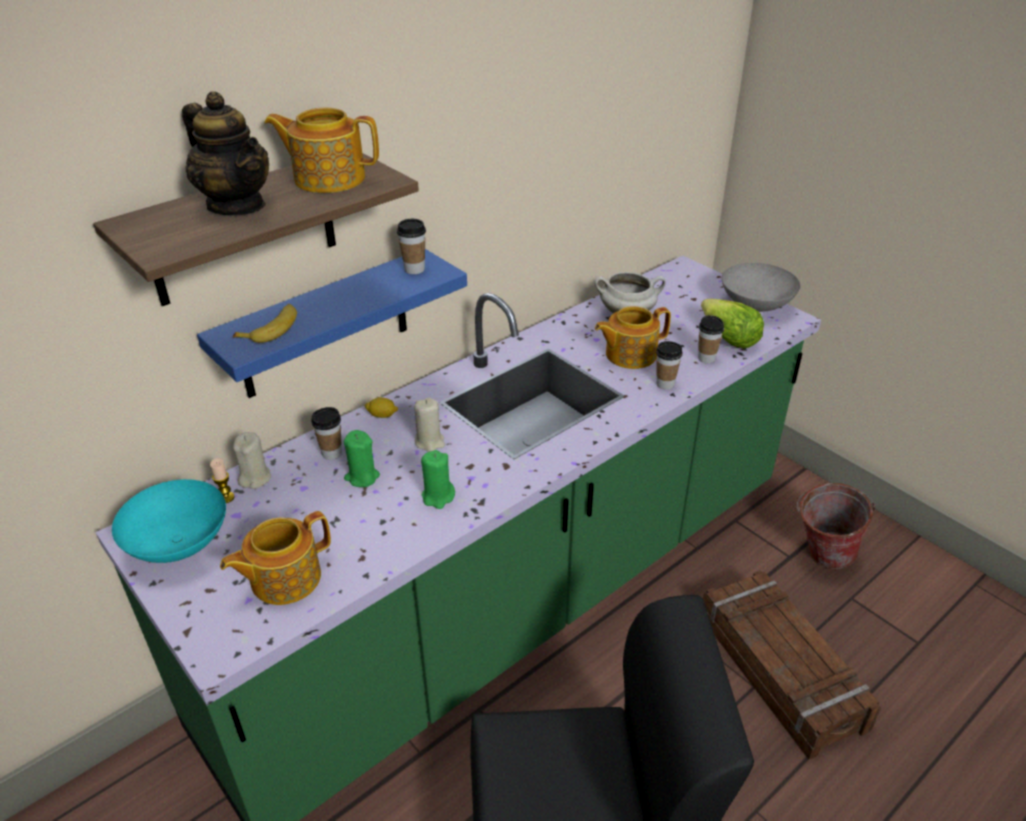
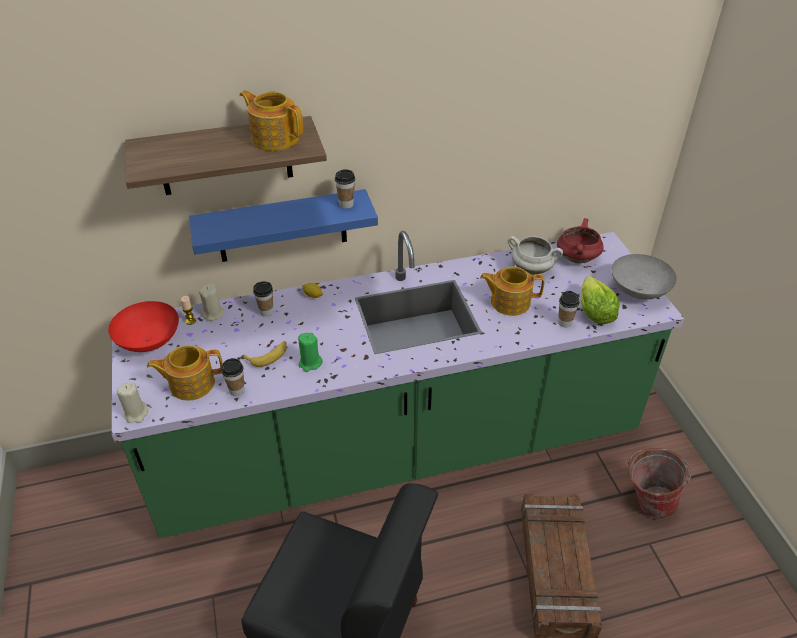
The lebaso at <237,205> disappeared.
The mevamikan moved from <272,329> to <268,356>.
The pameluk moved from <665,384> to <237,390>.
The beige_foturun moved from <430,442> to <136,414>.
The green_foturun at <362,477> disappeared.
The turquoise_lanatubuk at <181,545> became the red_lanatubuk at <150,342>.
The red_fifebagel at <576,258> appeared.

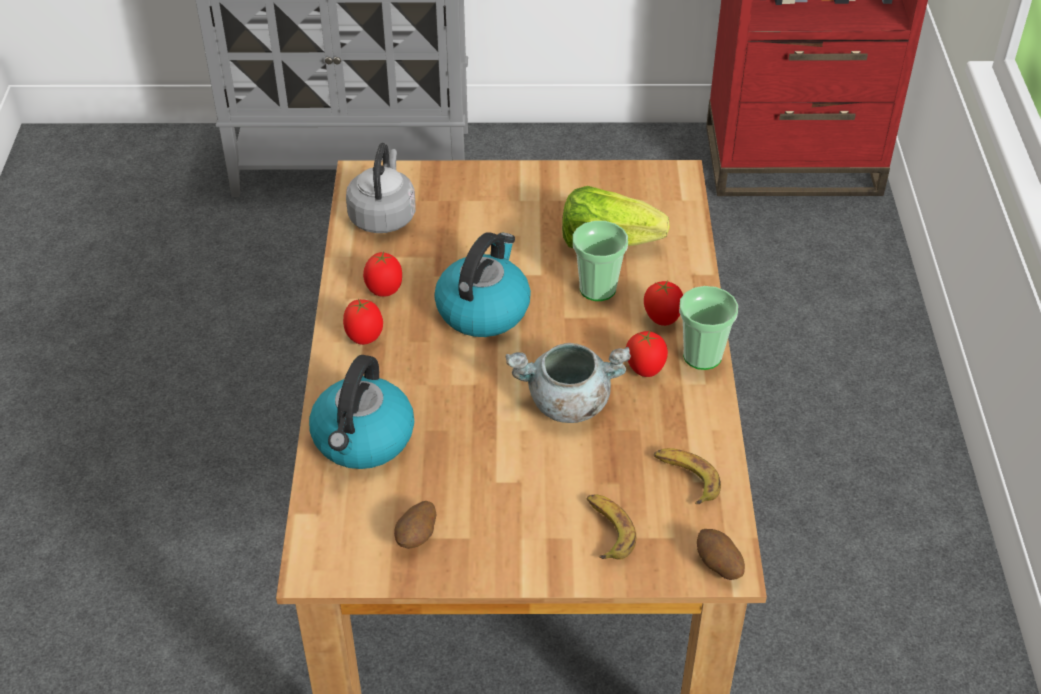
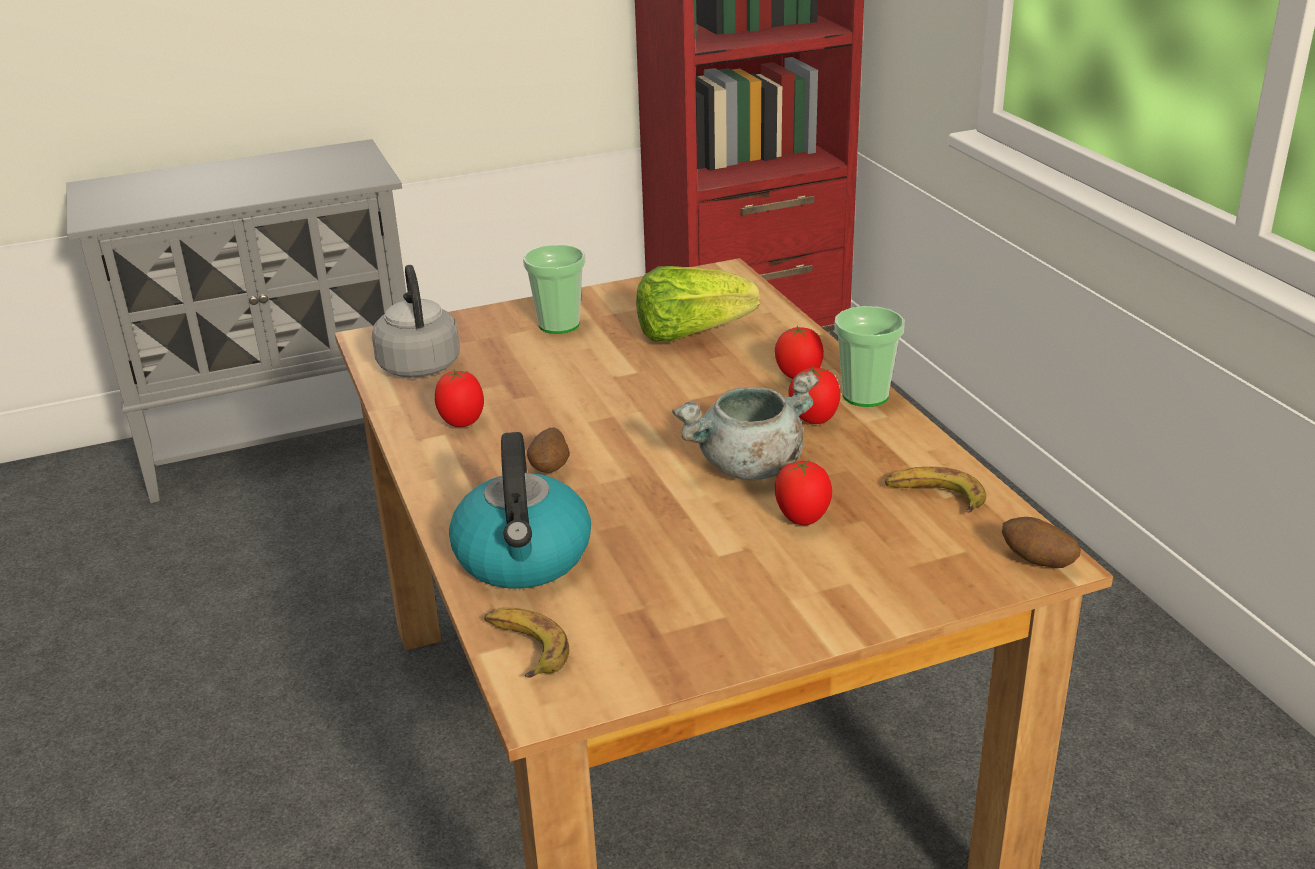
The pameluk moved from <597,289> to <559,325>.
The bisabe at <483,309> disappeared.
The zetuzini moved from <365,338> to <802,519>.
The mevamikan moved from <607,530> to <524,648>.
The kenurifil moved from <417,537> to <550,469>.

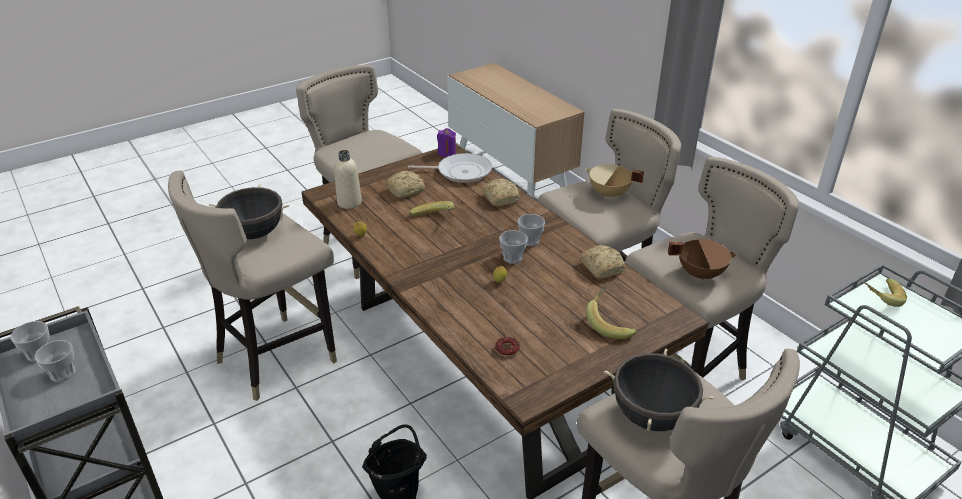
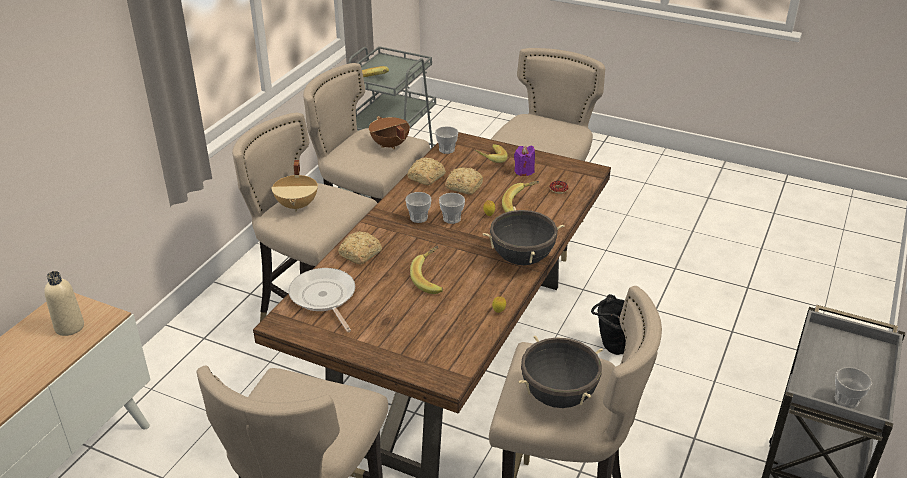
The purple_foturun moved from <446,153> to <524,171>.
The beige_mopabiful moved from <349,203> to <69,327>.
The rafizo moved from <407,190> to <463,186>.
The pameluk moved from <63,374> to <446,150>.
The black_fifebagel moved from <652,416> to <521,258>.
The mevamikan at <521,206> appeared.

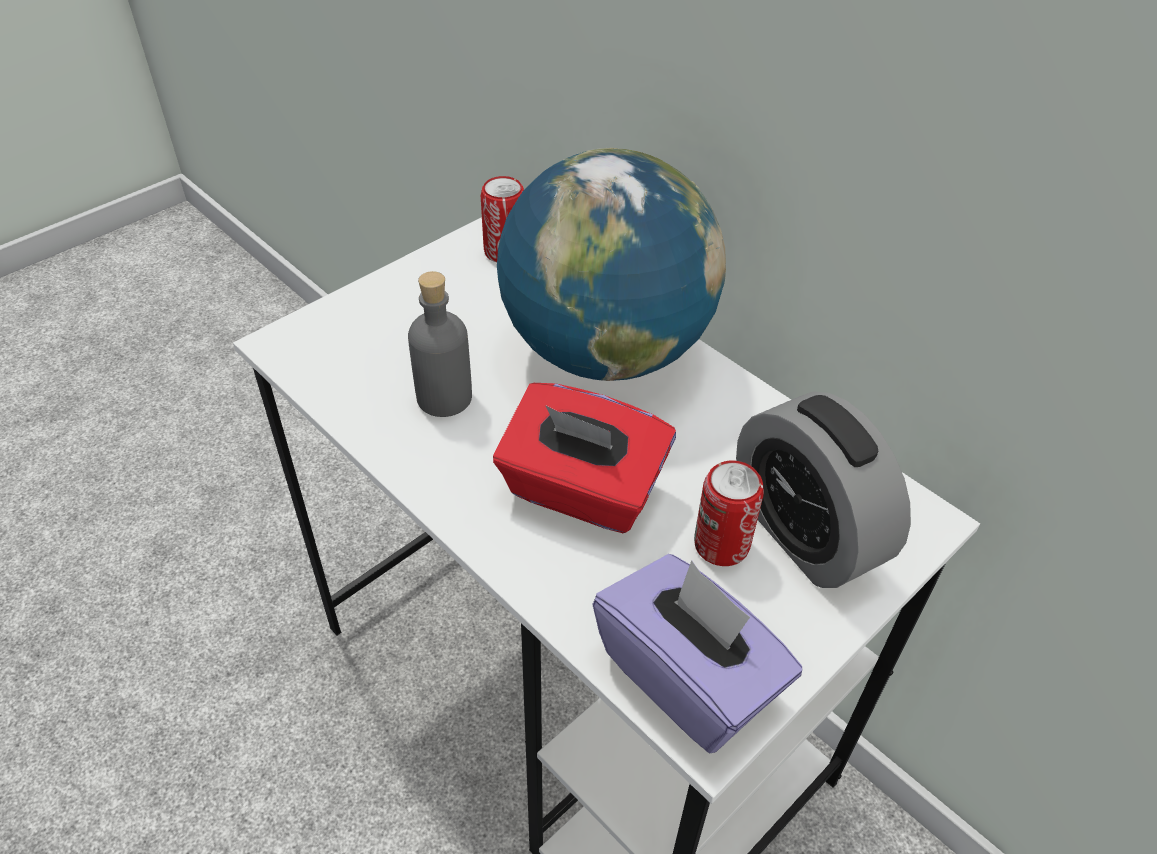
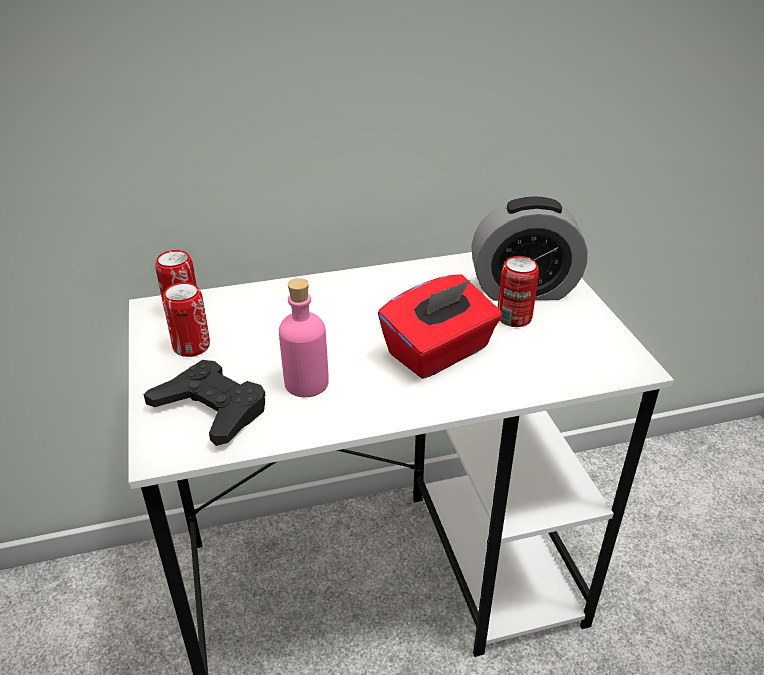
The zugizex at <605,352> disappeared.
The grey_mopabiful at <444,397> became the pink_mopabiful at <306,383>.
The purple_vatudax at <689,677> disappeared.
The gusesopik at <191,346> appeared.
The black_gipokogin at <211,409> appeared.

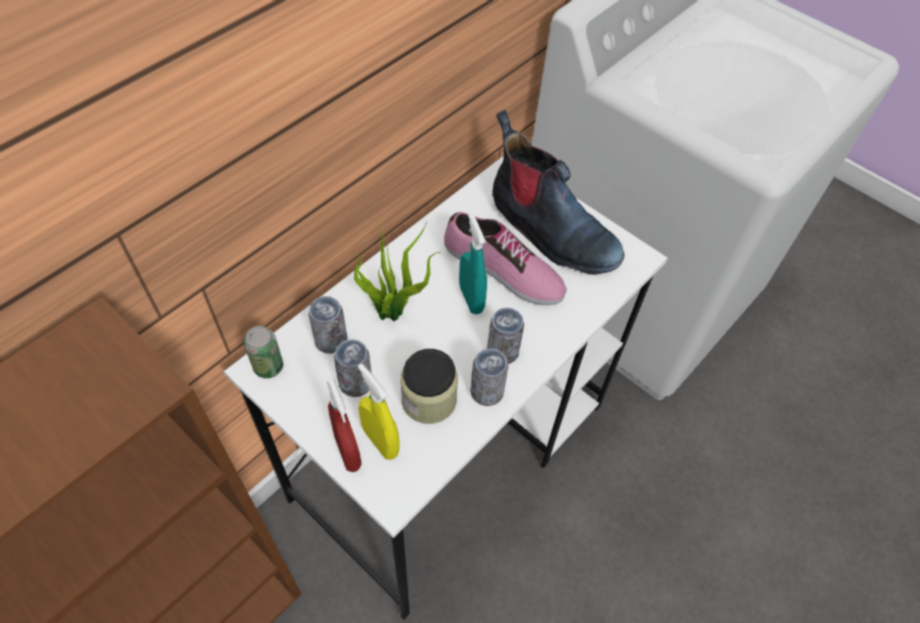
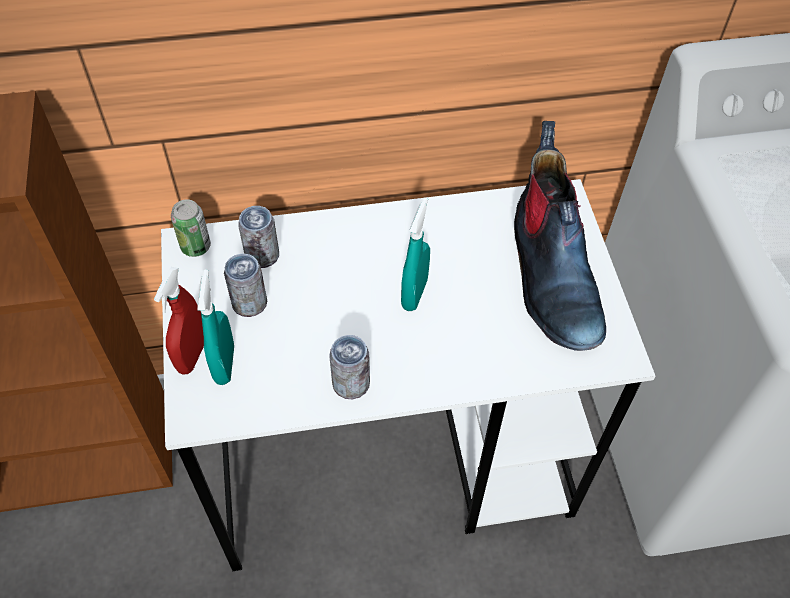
The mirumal at <502,270> disappeared.
The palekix at <394,312> disappeared.
The gusesopik at <502,351> disappeared.
The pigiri at <429,400> disappeared.
The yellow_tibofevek at <380,441> became the turquoise_tibofevek at <224,364>.

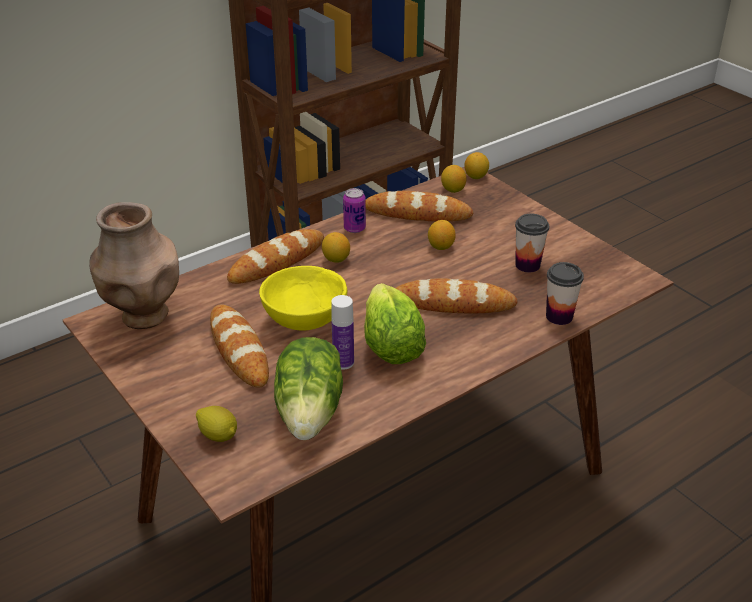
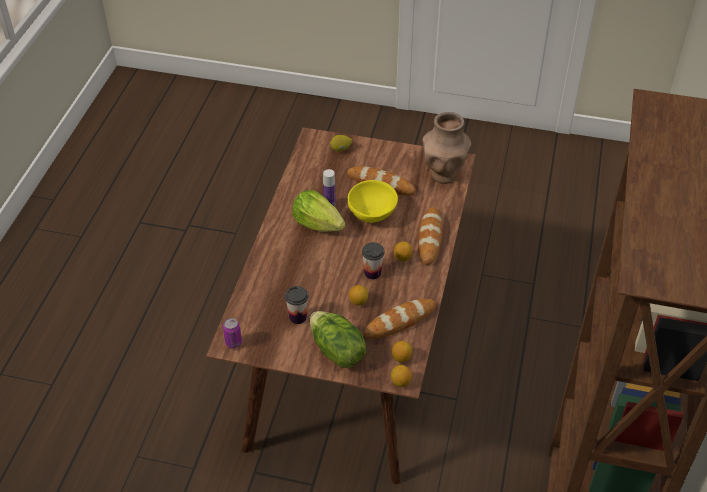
The gusesopik moved from <354,228> to <233,343>.
The pameluk moved from <559,316> to <372,273>.
The rafizo at <453,303> disappeared.
The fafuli moved from <311,411> to <336,351>.

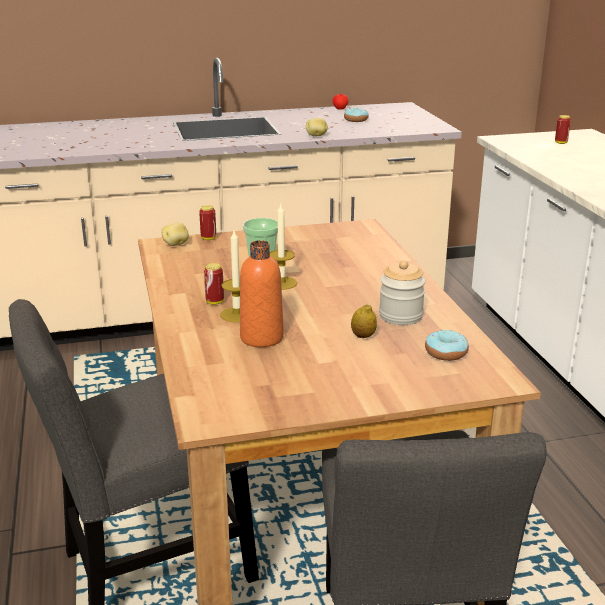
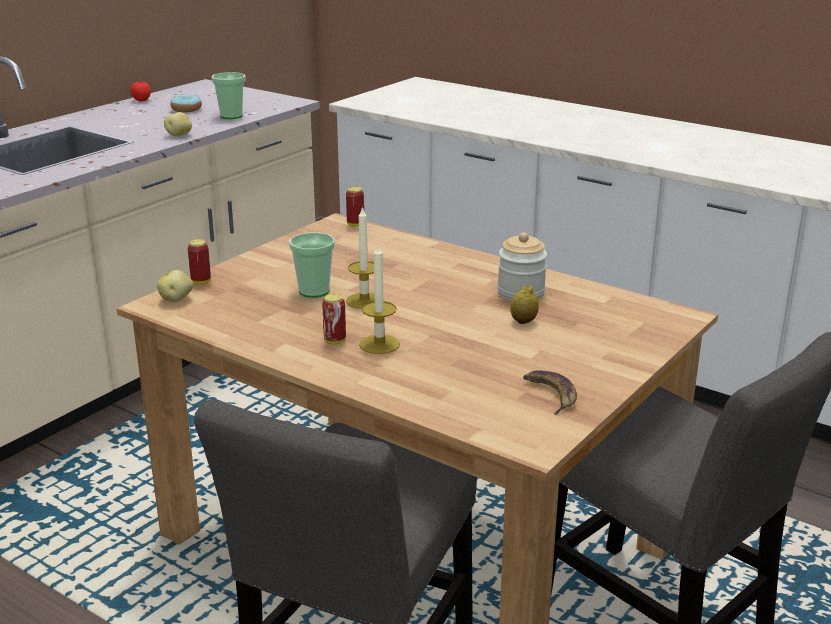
The gusesopik moved from <561,143> to <355,224>.
The orange_mopabiful at <261,338> disappeared.
The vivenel at <446,353> disappeared.
The pameluk at <231,116> appeared.
The mevamikan at <550,394> appeared.

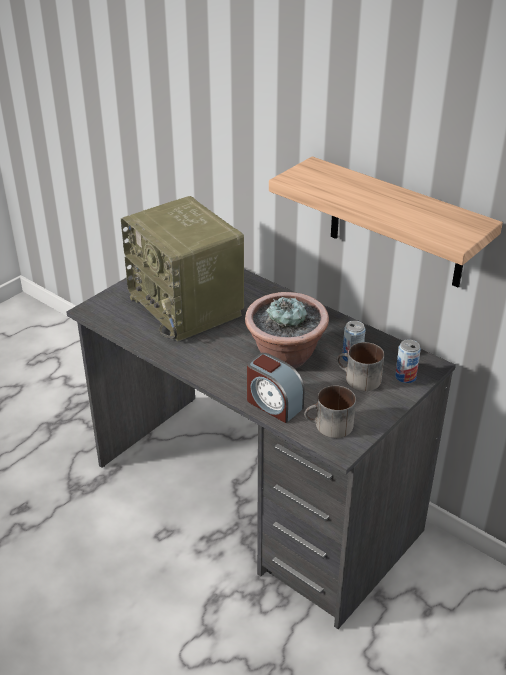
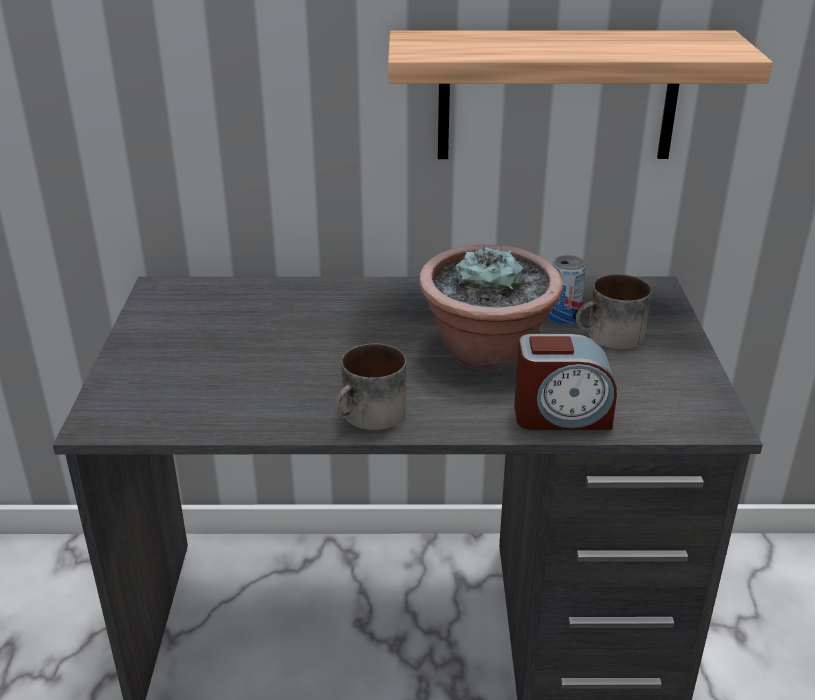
The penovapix at <187,306> disappeared.
The gusesopik at <405,377> disappeared.
The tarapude moved from <329,427> to <370,417>.

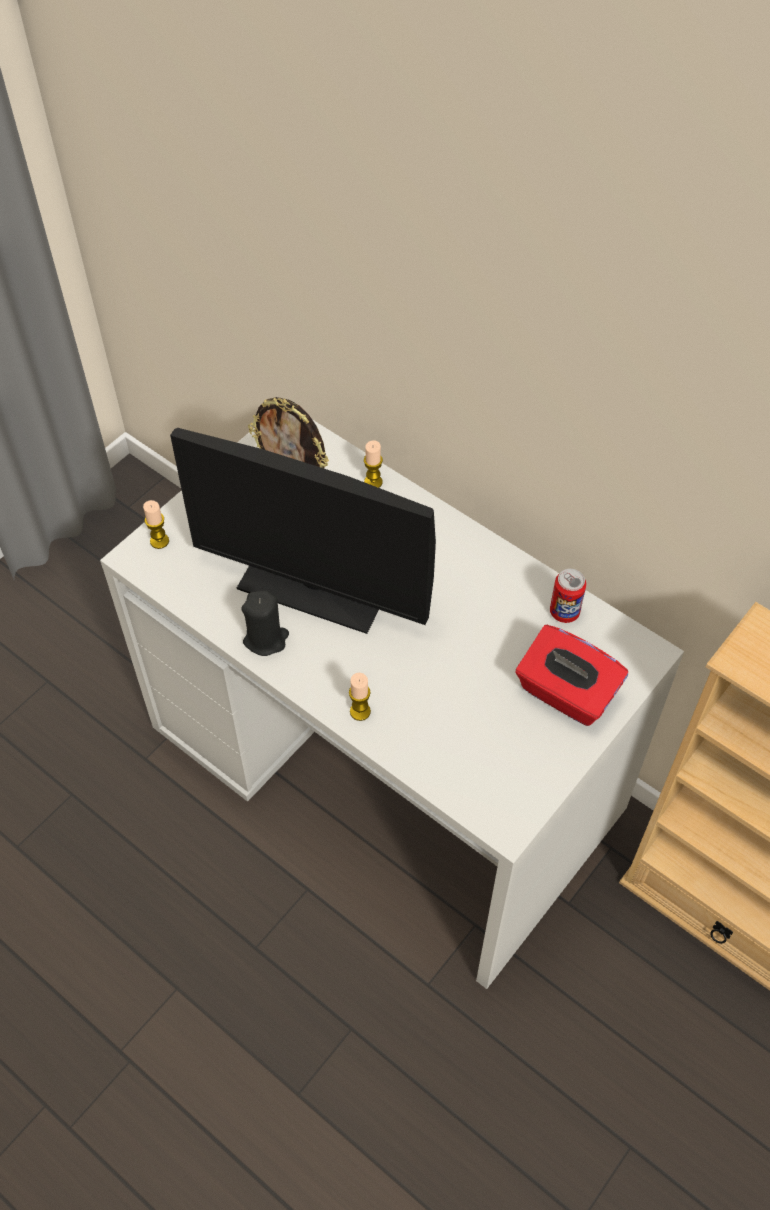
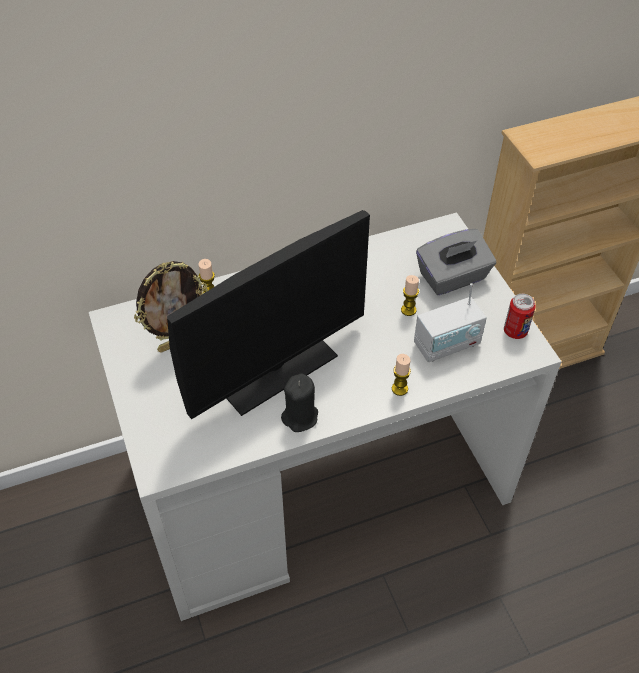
The foturun moved from <159,541> to <408,310>.
The gusesopik moved from <564,612> to <515,331>.
The red_vatudax at <565,693> became the grey_vatudax at <453,278>.
The penovapix at <447,345> appeared.

